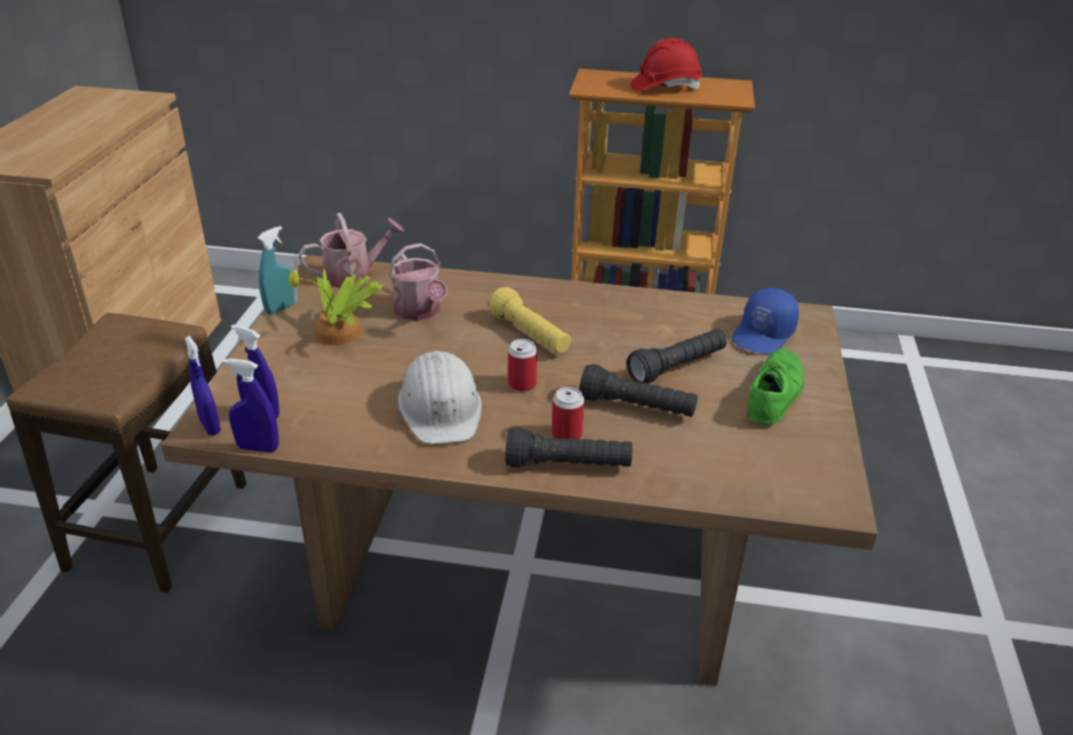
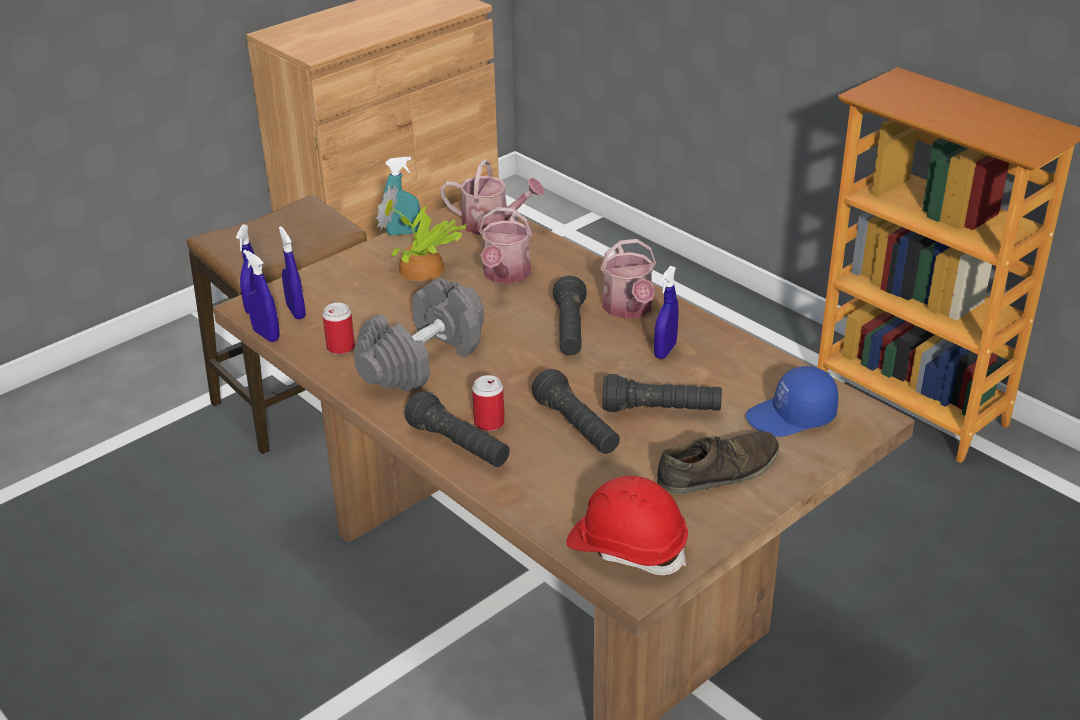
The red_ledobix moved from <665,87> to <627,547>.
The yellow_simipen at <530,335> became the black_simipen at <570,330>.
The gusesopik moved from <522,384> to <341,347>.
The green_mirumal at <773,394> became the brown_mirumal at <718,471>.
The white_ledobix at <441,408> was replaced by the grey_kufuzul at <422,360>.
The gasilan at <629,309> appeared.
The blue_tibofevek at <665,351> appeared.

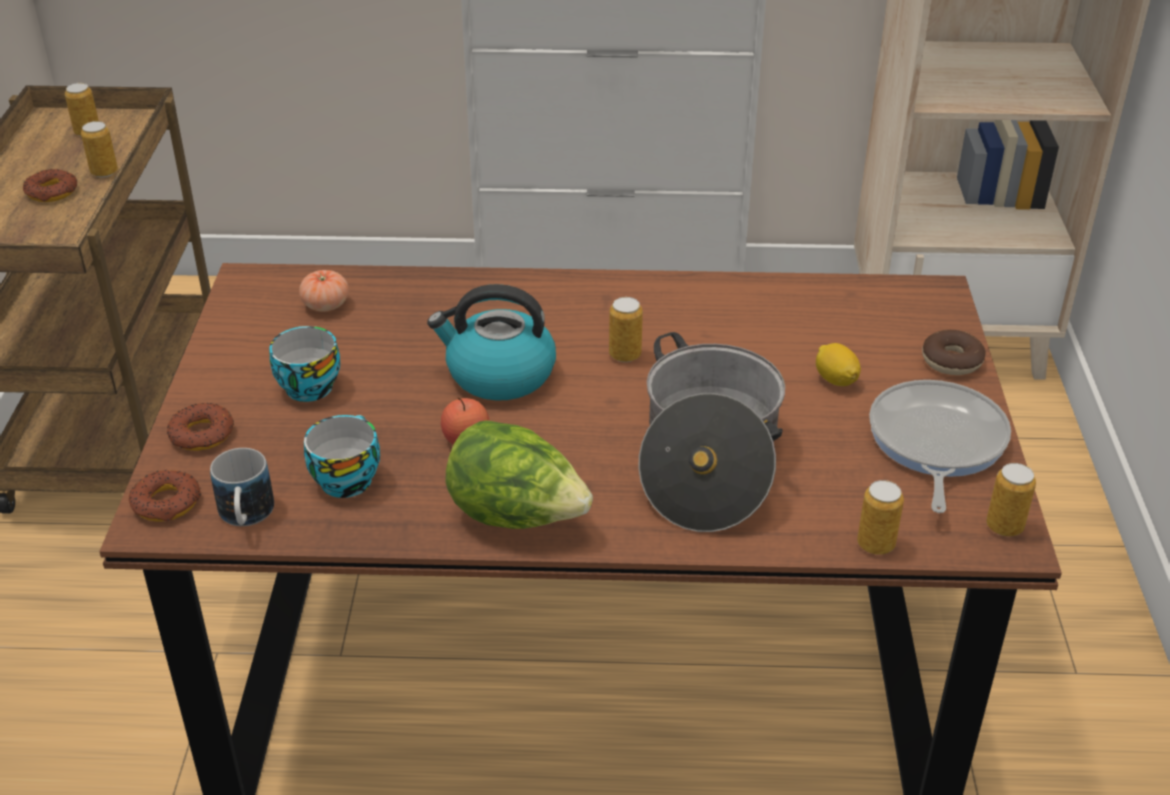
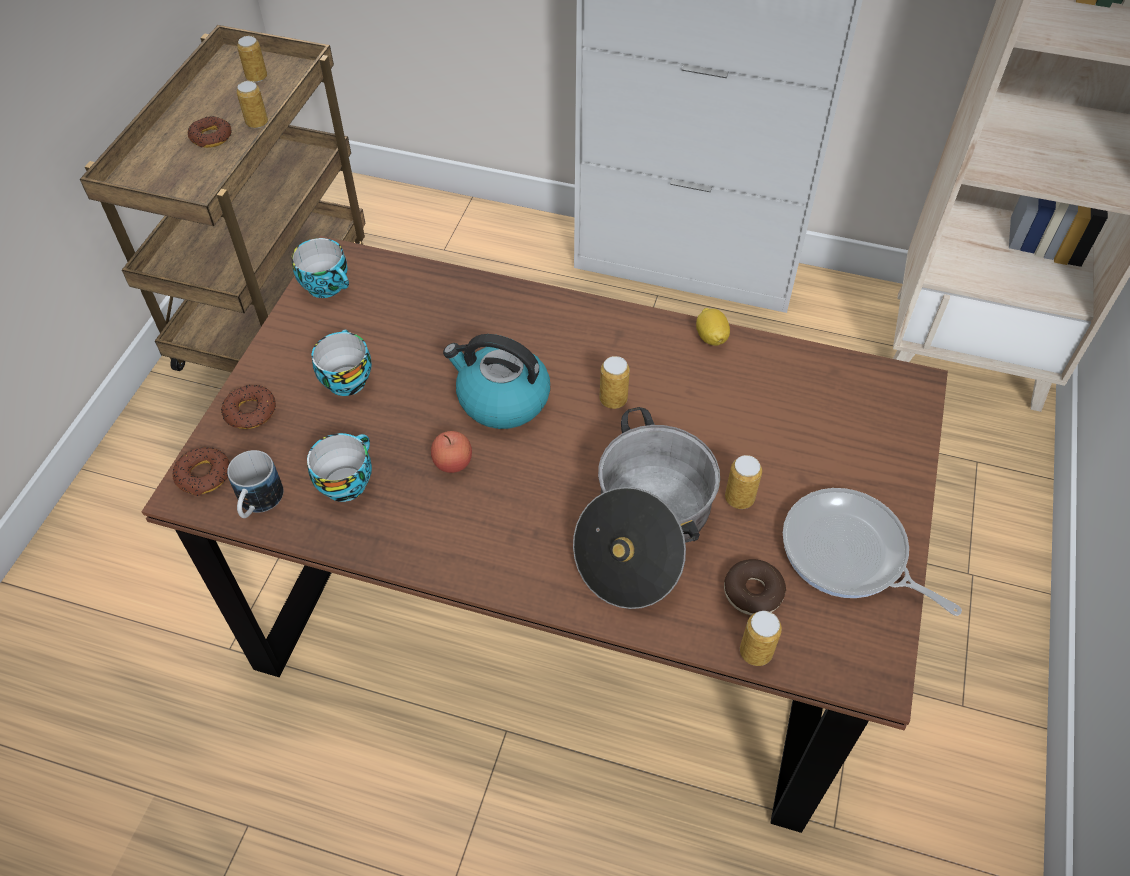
The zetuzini at <325,305> disappeared.
The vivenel moved from <951,361> to <753,592>.
The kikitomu moved from <835,380> to <711,337>.
The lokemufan at <935,443> turned 75 degrees counterclockwise.
The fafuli at <517,516> disappeared.
The gusesopik moved from <1004,526> to <739,498>.
The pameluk at <328,286> appeared.

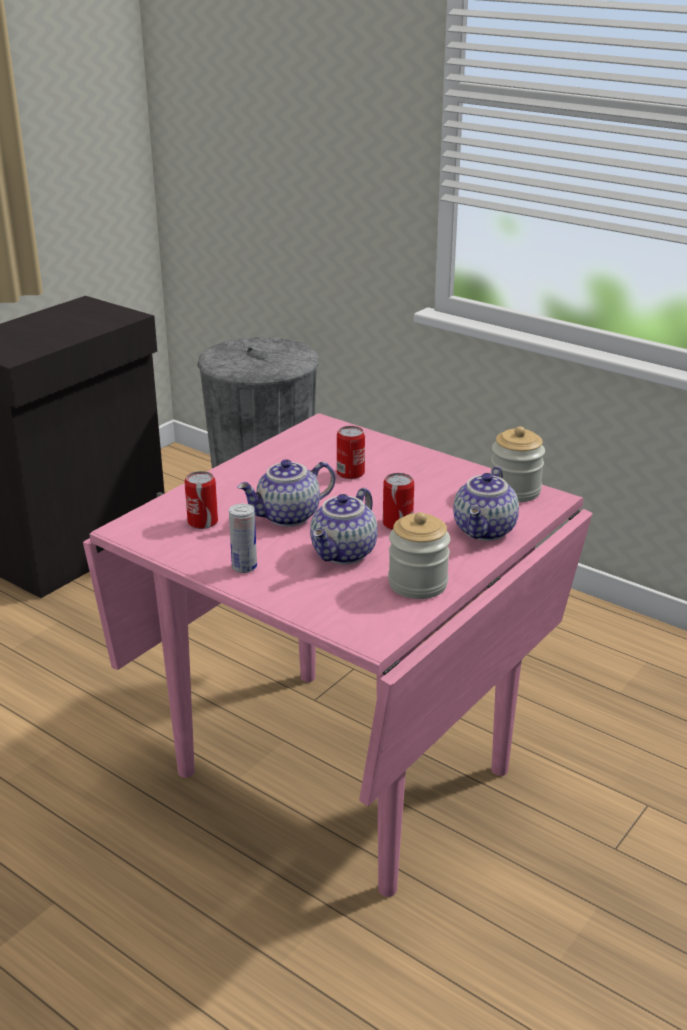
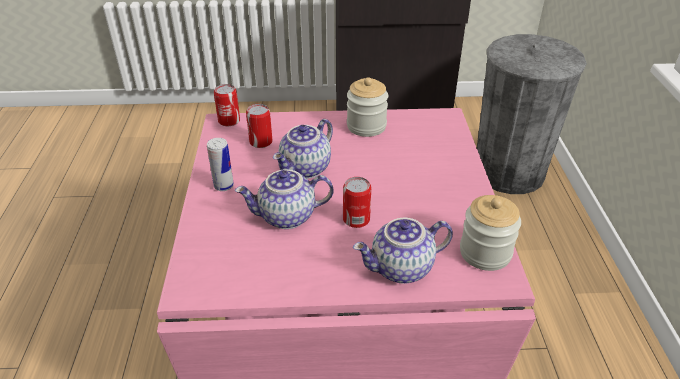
The gusesopik moved from <350,473> to <229,121>.
The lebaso at <288,517> turned 75 degrees counterclockwise.
The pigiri moved from <417,584> to <366,126>.

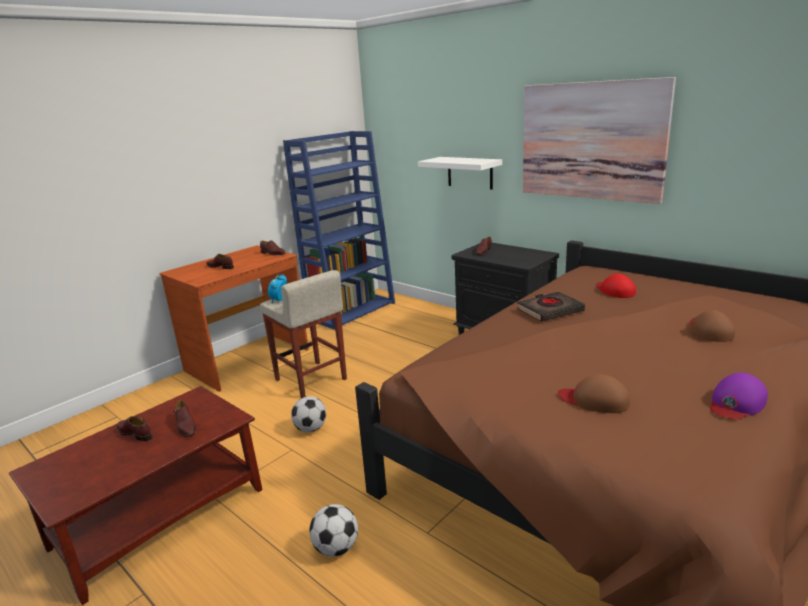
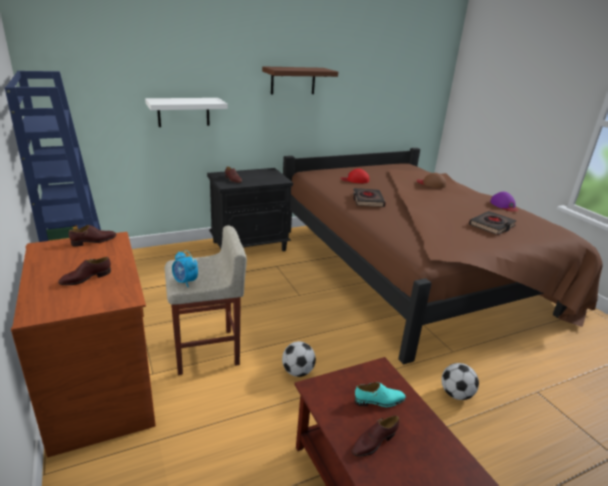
The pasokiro at <591,141> was replaced by the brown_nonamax at <293,80>.
The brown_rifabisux at <594,400> was replaced by the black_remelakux at <492,226>.
The brown_mirumal at <186,426> became the turquoise_mirumal at <379,401>.

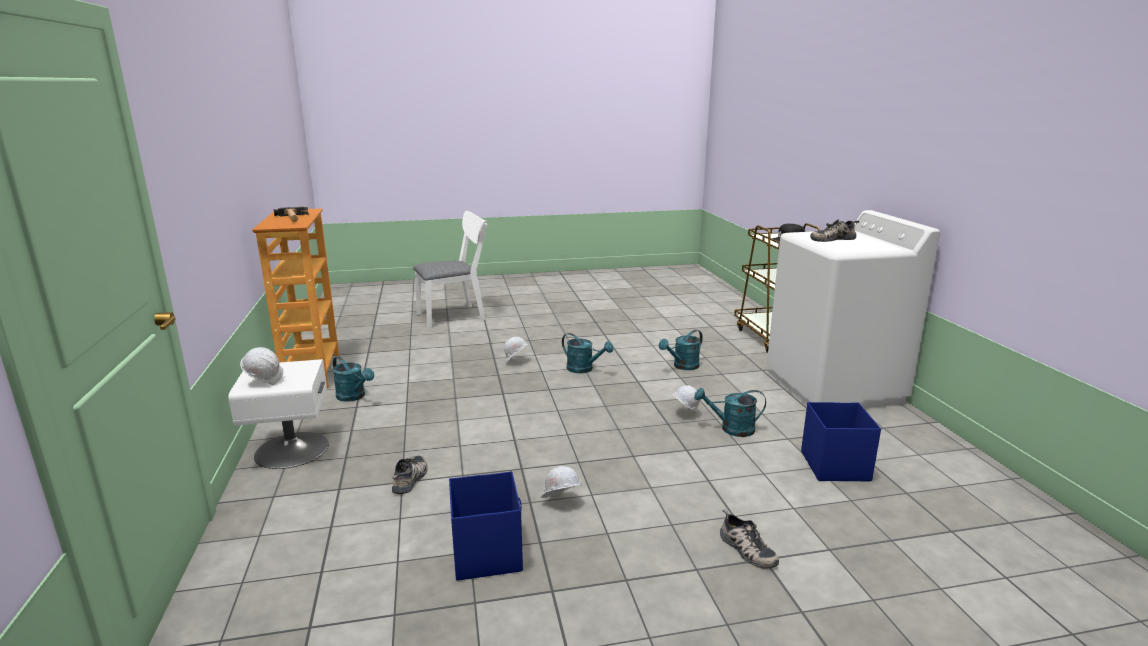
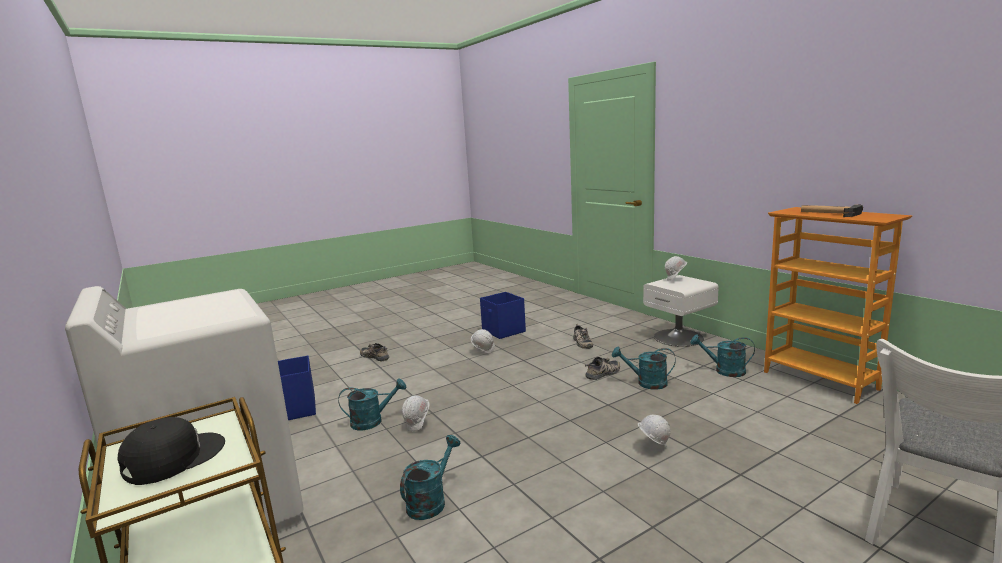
The mirumal moved from <832,239> to <603,373>.
The turquoise_gasilan moved from <584,369> to <646,383>.

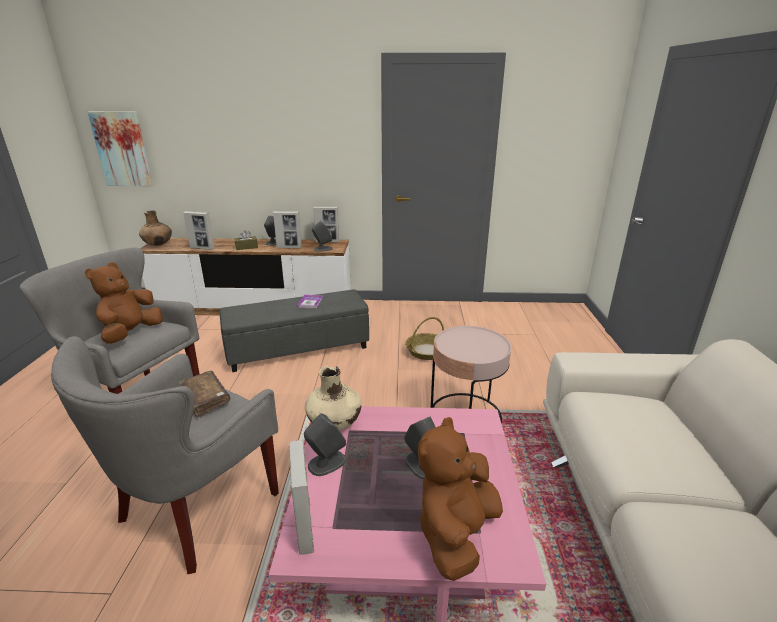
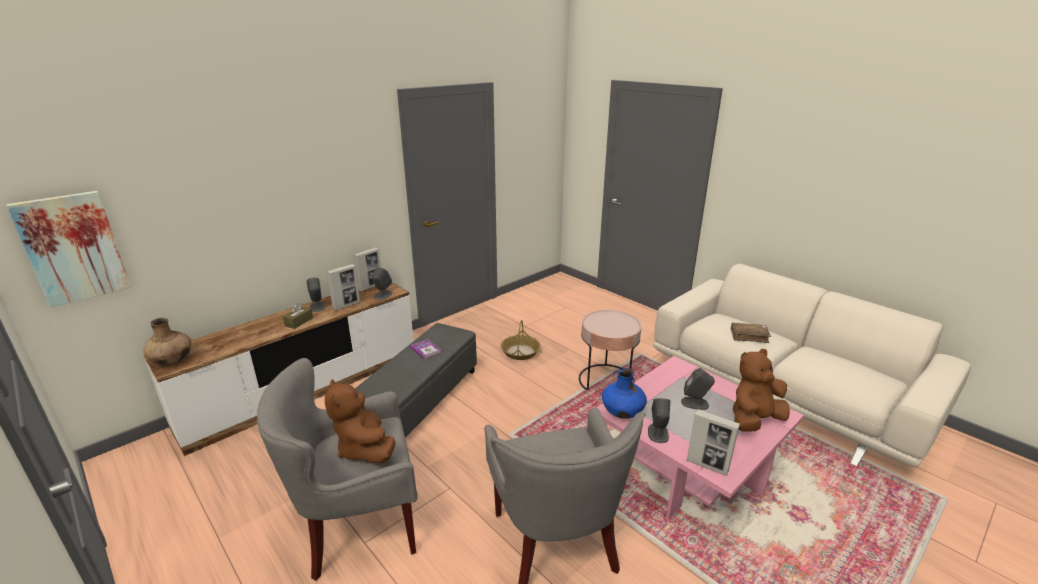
The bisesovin at <202,248> disappeared.
The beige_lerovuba at <335,424> became the blue_lerovuba at <622,413>.
The brown_remelakux moved from <206,398> to <749,336>.
The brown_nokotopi at <456,533> turned 75 degrees clockwise.

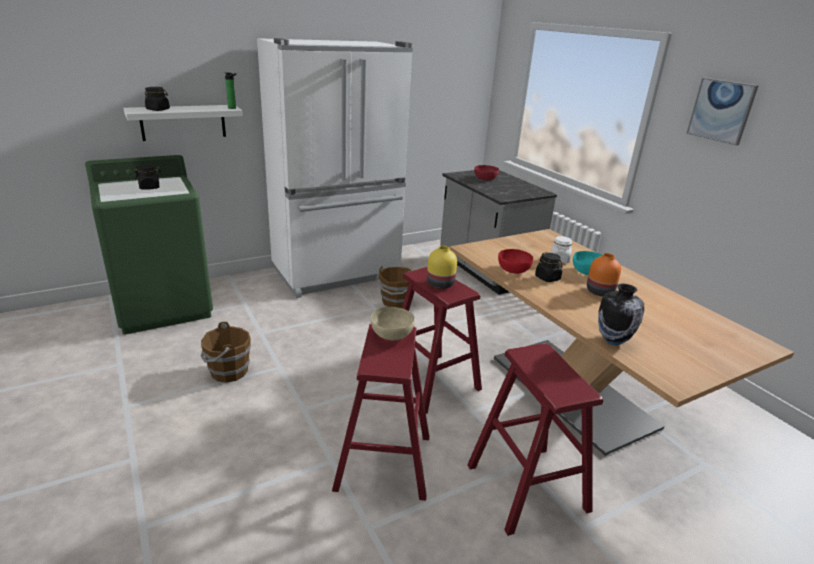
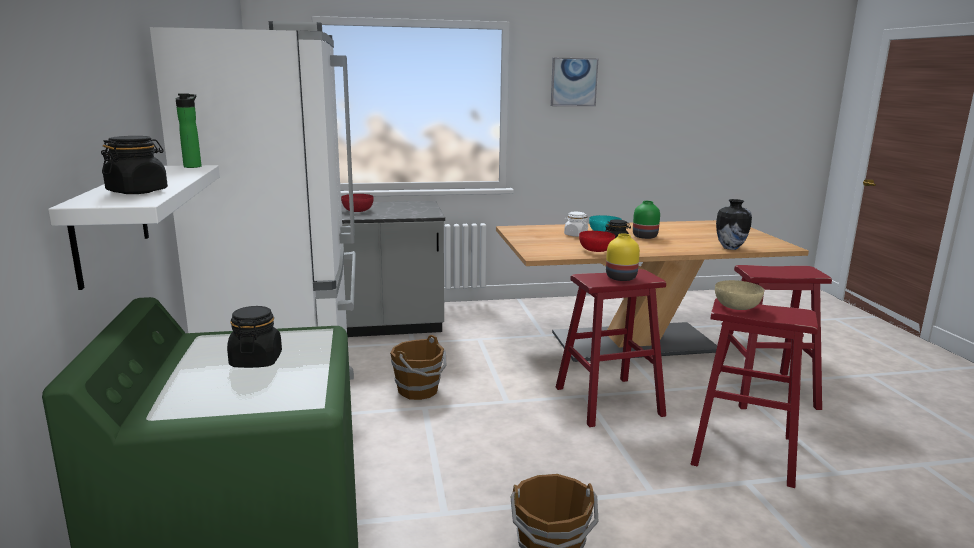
The orange_lerovuba at <599,291> became the green_lerovuba at <644,236>.

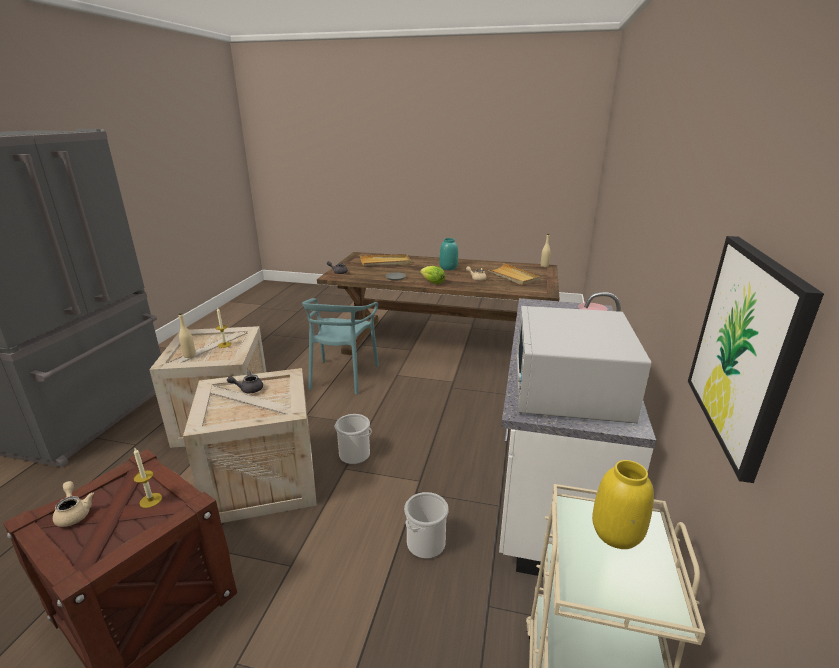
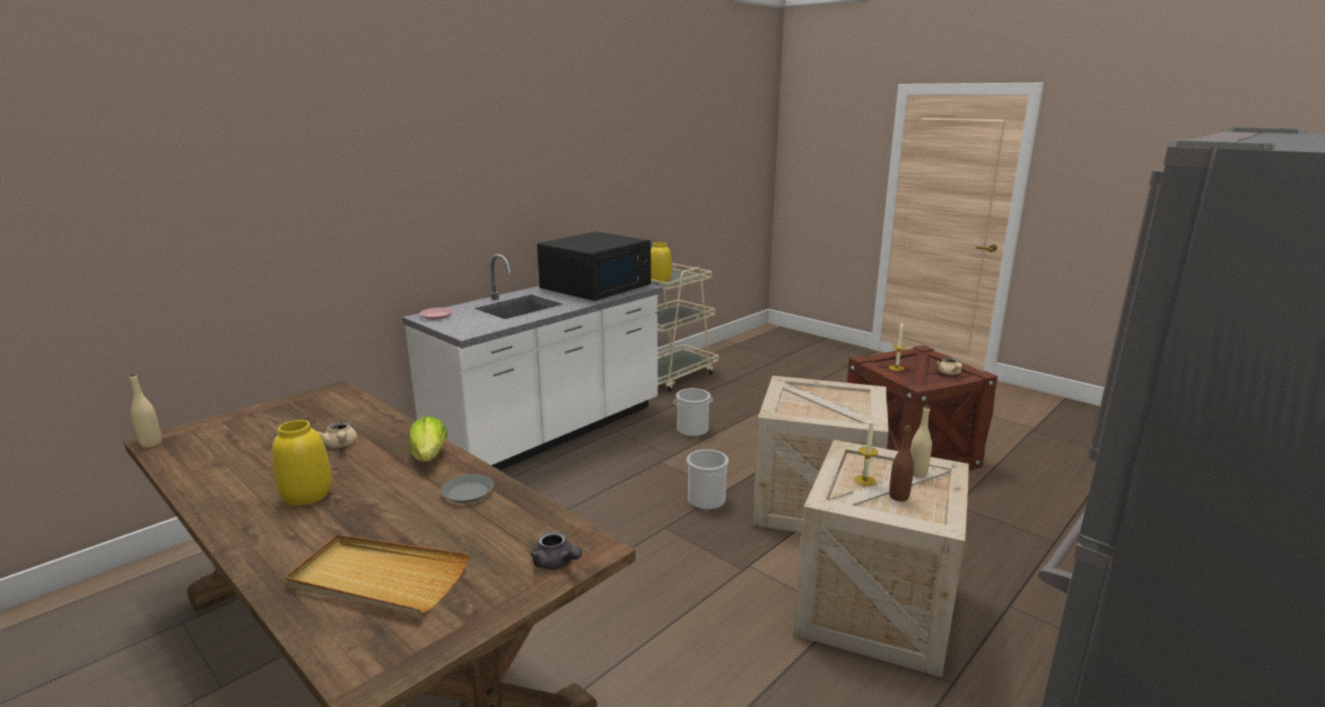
The pasokiro at <745,349> disappeared.
The turquoise_lerovuba at <448,268> became the yellow_lerovuba at <307,496>.
The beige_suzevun at <512,276> disappeared.
The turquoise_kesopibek at <342,376> disappeared.
The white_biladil at <569,389> became the black_biladil at <596,287>.
The grey_lebaso at <248,389> disappeared.
The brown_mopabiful at <898,497> appeared.

